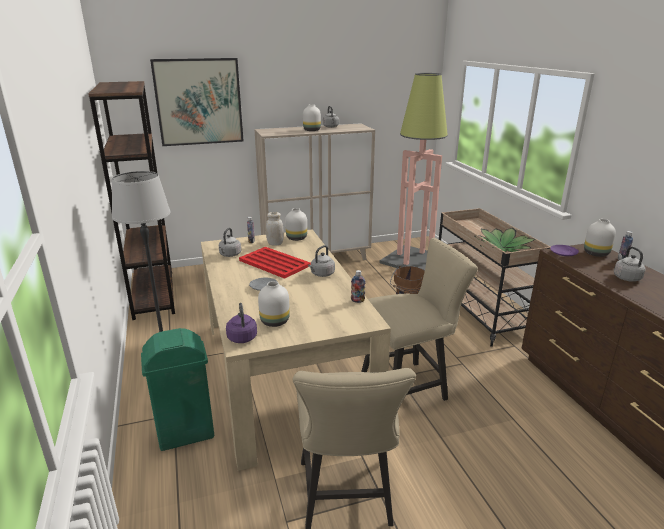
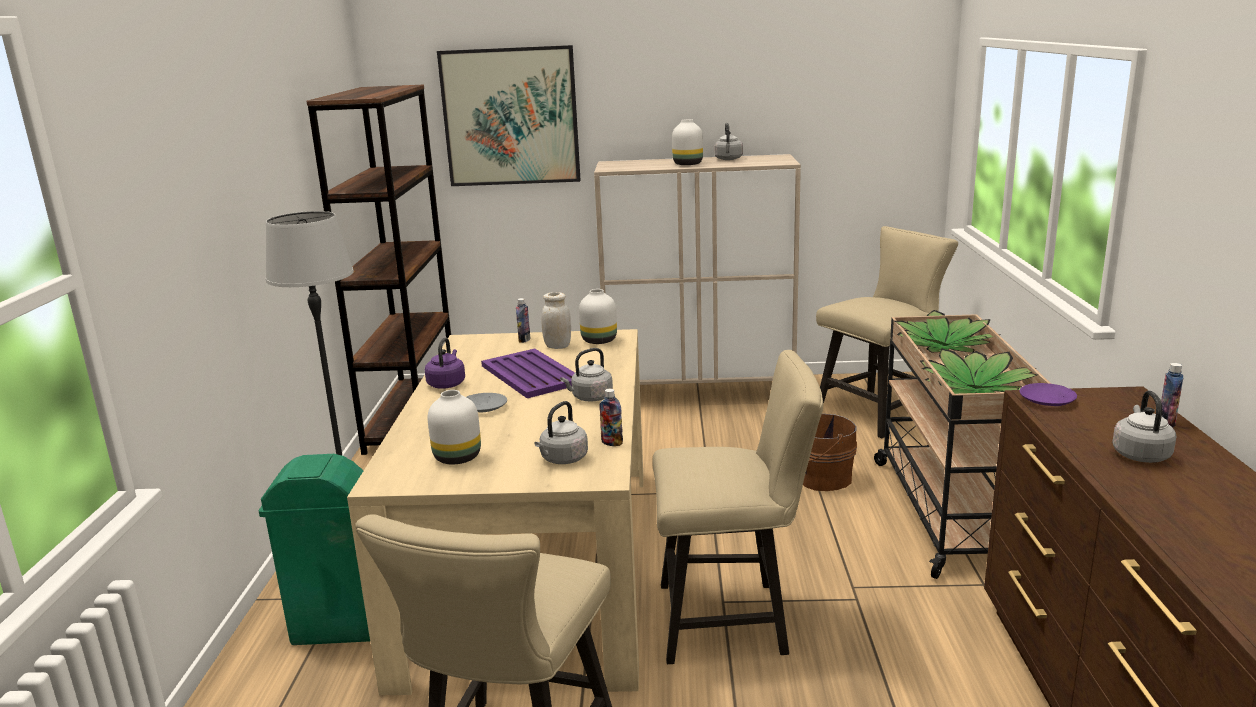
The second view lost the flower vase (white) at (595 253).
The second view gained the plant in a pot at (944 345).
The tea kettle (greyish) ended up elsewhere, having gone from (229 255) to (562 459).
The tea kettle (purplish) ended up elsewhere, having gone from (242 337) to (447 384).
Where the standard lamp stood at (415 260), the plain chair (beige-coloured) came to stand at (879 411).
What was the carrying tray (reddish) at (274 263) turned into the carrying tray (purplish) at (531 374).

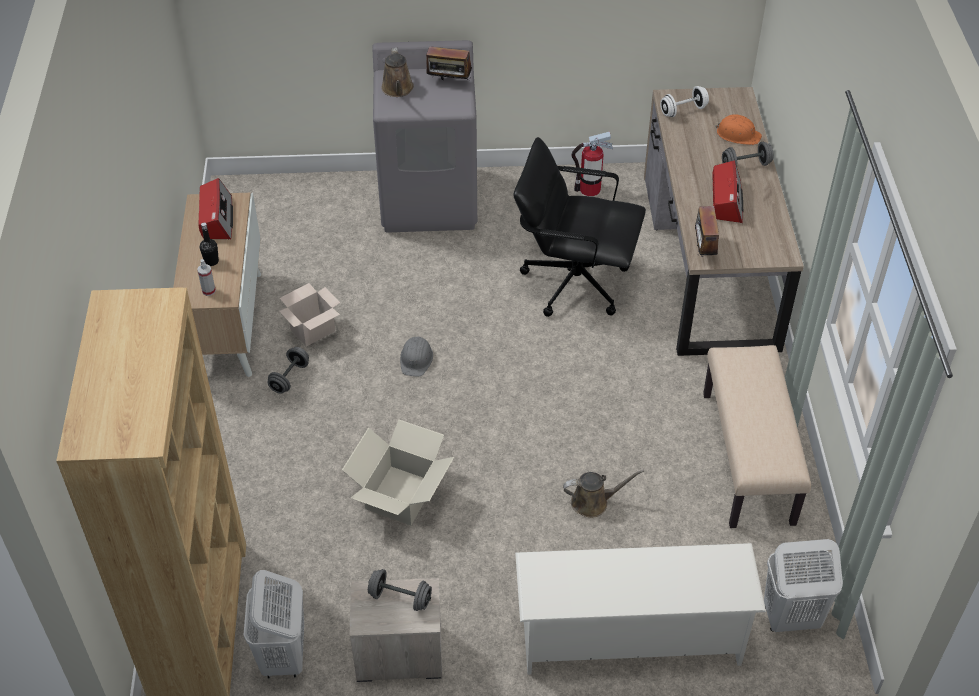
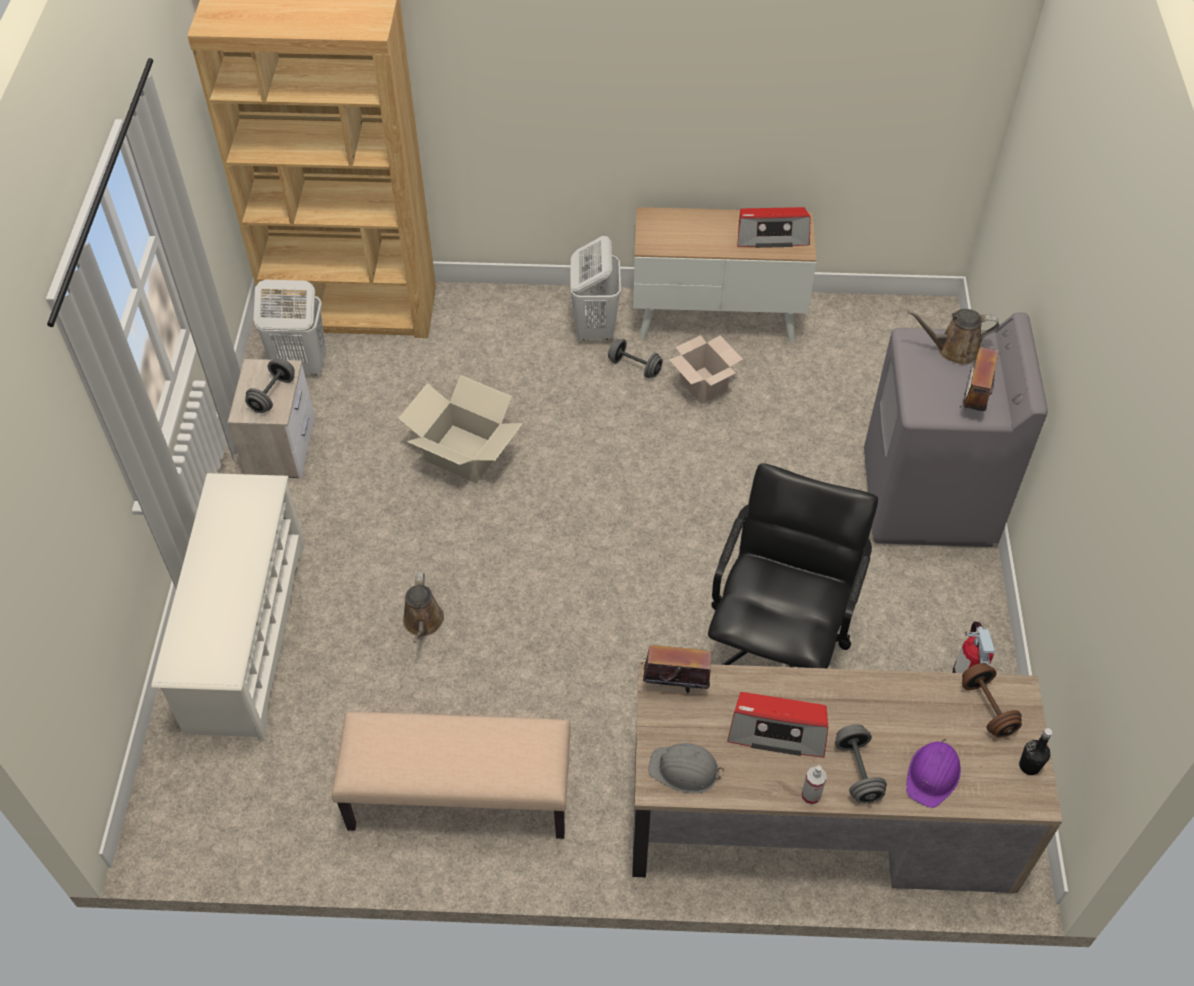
The hand sprayer ended up elsewhere, having gone from (208 291) to (811 795).
The drink bottle (black-coloured) ended up elsewhere, having gone from (211 261) to (1029 766).
The hard hat (greyish) ended up elsewhere, having gone from (416 359) to (685 770).
The washing basket (white) ended up elsewhere, having gone from (790 618) to (595 327).
What was the dumbbell (white) at (683 110) turned into the dumbbell (brown) at (987 708).
What was the hard hat (orange-coloured) at (738 134) turned into the hard hat (purplish) at (933 775).

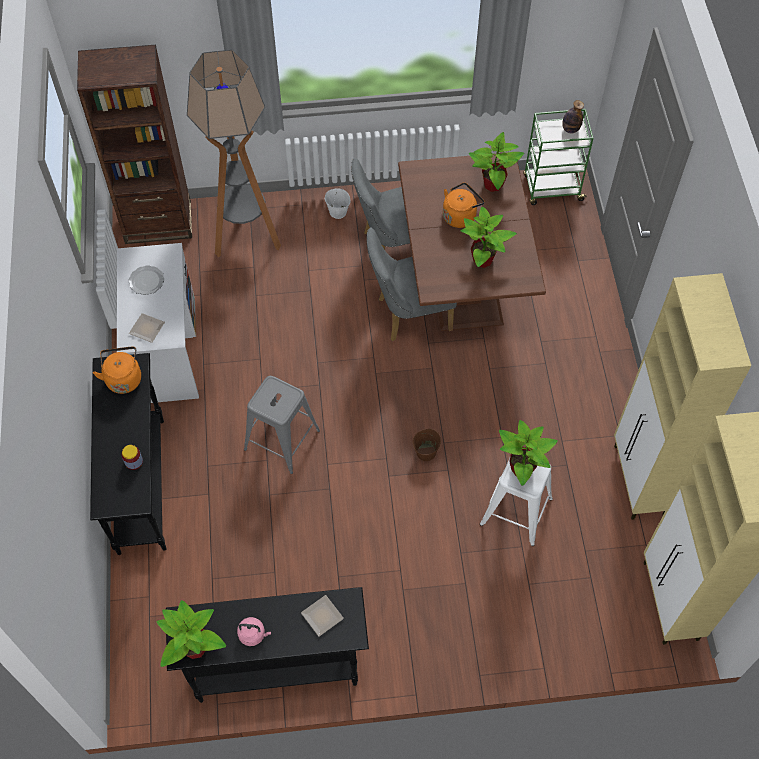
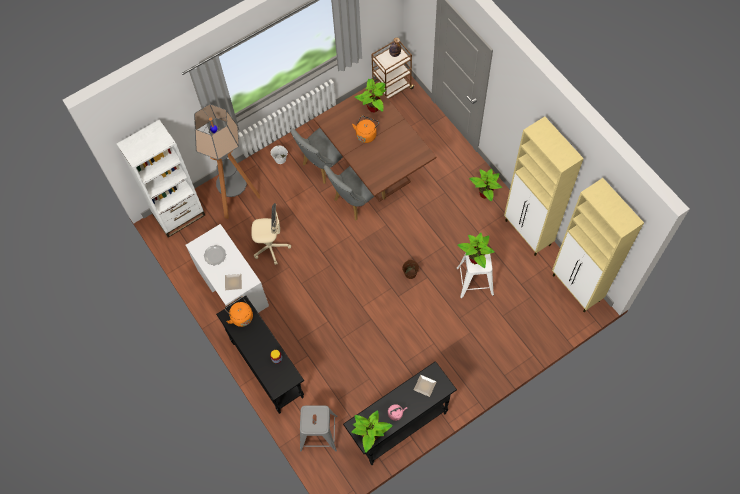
The second view gained the office chair (beige-coloured) at (271 247).
The stool (greyish) ended up elsewhere, having gone from (282 440) to (319 433).
The plant in a pot ended up elsewhere, having gone from (483 260) to (485 194).
What was the bookcase (brown) at (158 223) turned into the bookcase (white) at (179 215).
What was the trolley (green-coloured) at (552 188) turned into the trolley (brown) at (392 89).

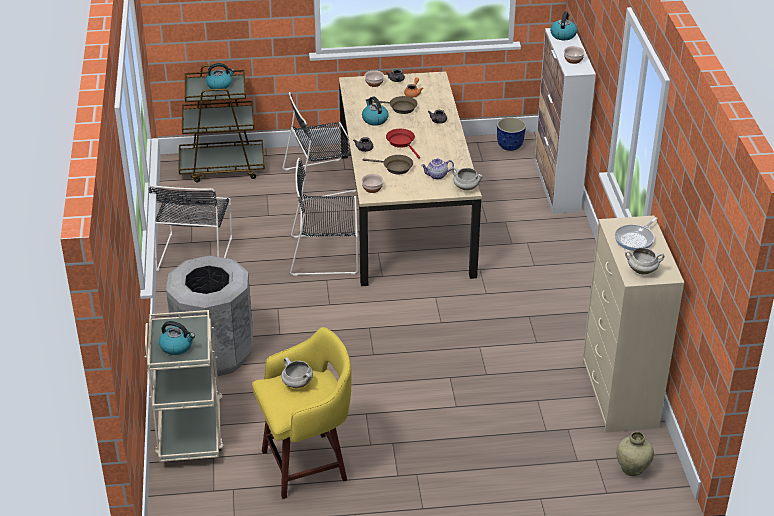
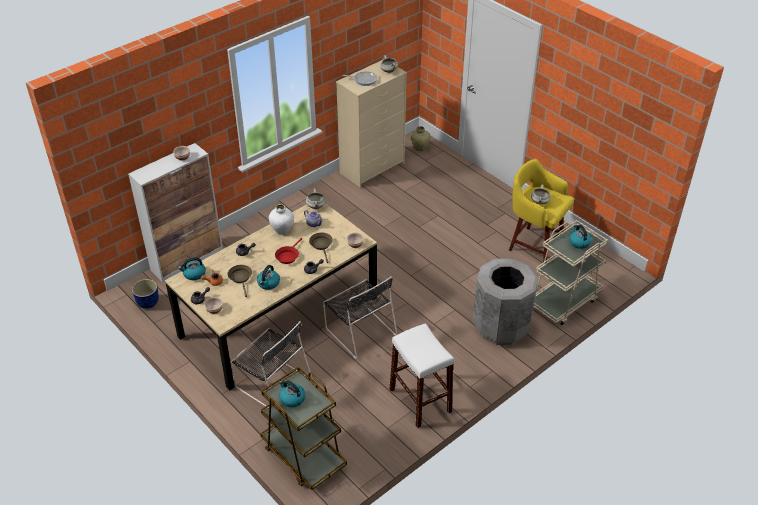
The second view gained the flower vase (white) at (282 230).
The tea kettle ended up elsewhere, having gone from (563 35) to (194 274).
Where the plain chair (black-coloured) stood at (195 252), the stool (white) came to stand at (420 400).

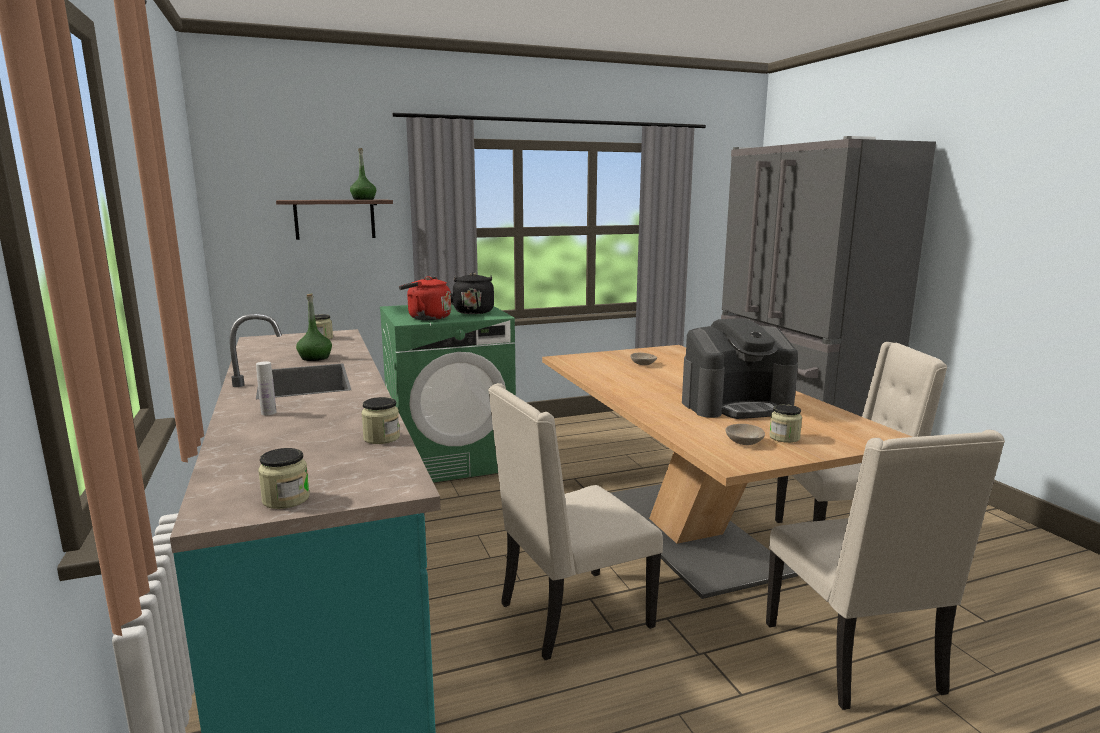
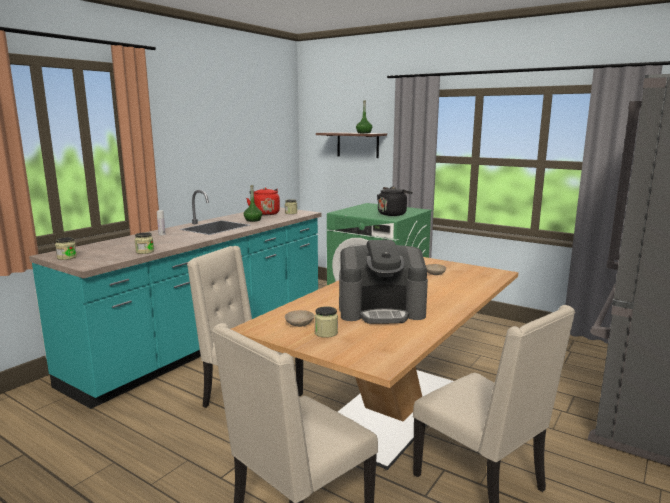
The tea kettle (reddish) ended up elsewhere, having gone from (426 318) to (265 213).
The coffee brewer at (736 404) ended up facing another way, 45 degrees counterclockwise from before.

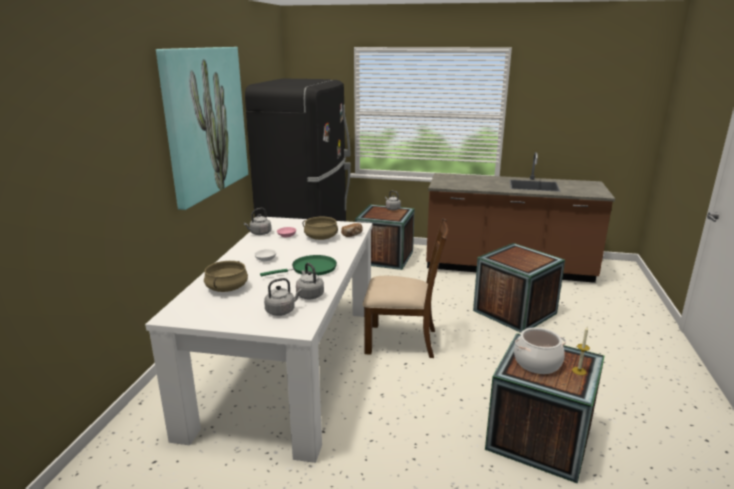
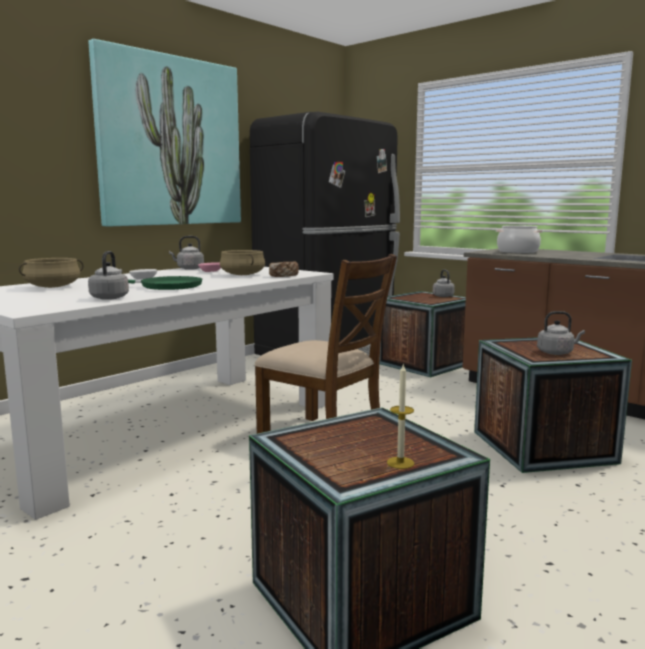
The tea kettle (greyish) ended up elsewhere, having gone from (282 311) to (557 353).
The saucepot ended up elsewhere, having gone from (537 362) to (518 252).

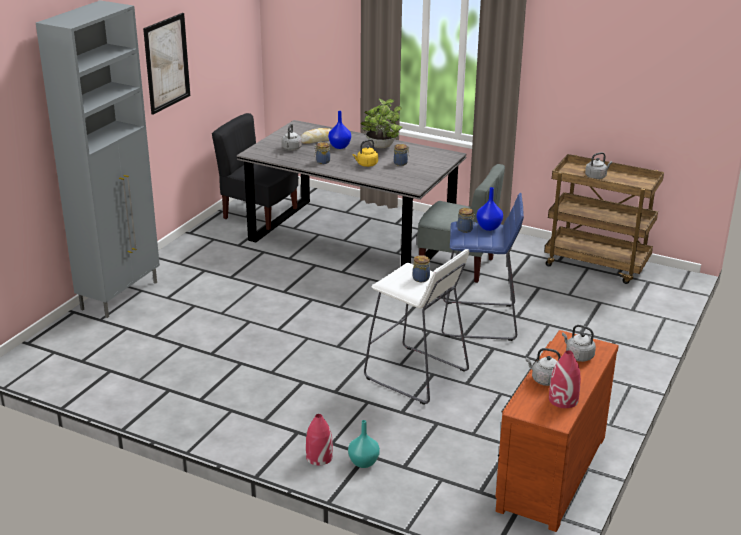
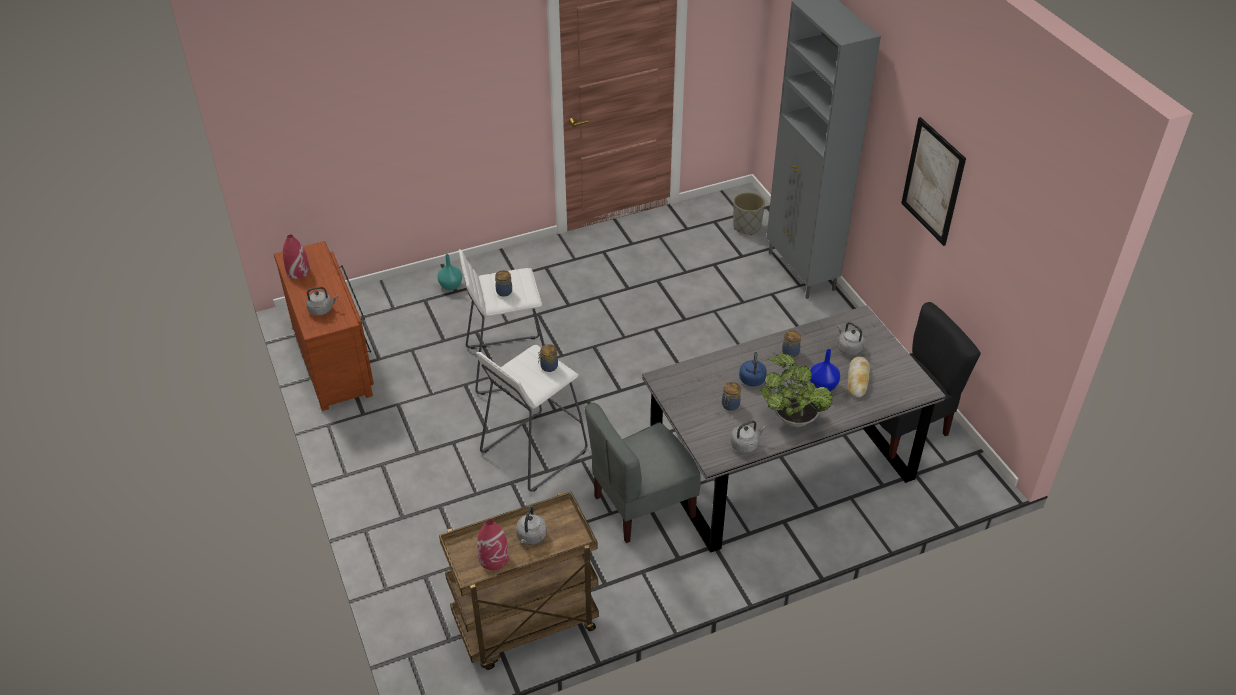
The second view lost the flower vase (blue) at (489 227).
The second view gained the plant pot (greyish) at (747 227).
The flower vase (reddish) ended up elsewhere, having gone from (319 457) to (494 558).
The tea kettle (greyish) ended up elsewhere, having gone from (544 380) to (745 445).
What was the tea kettle (yellow) at (366 164) turned into the tea kettle (blue) at (752 378).
What was the stool (blue) at (480 321) turned into the stool (white) at (533 452).

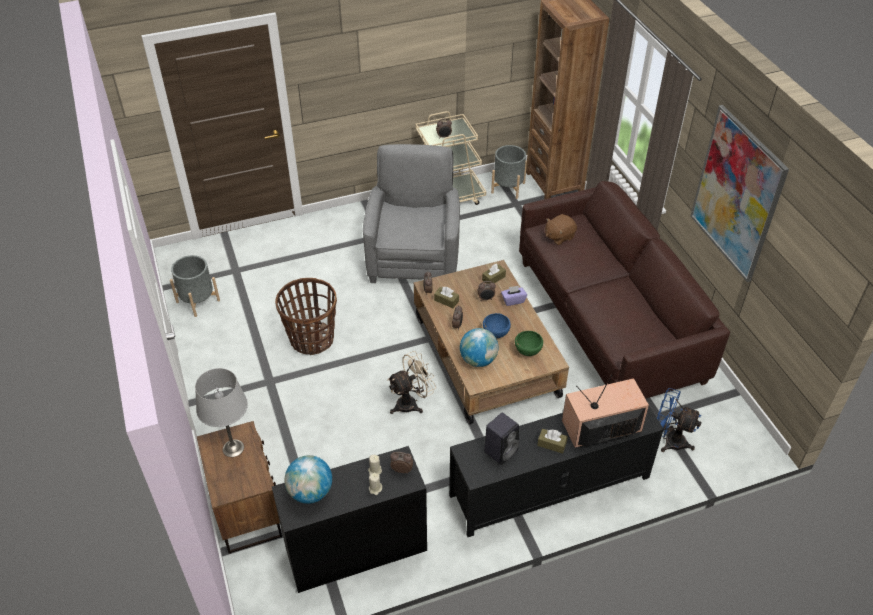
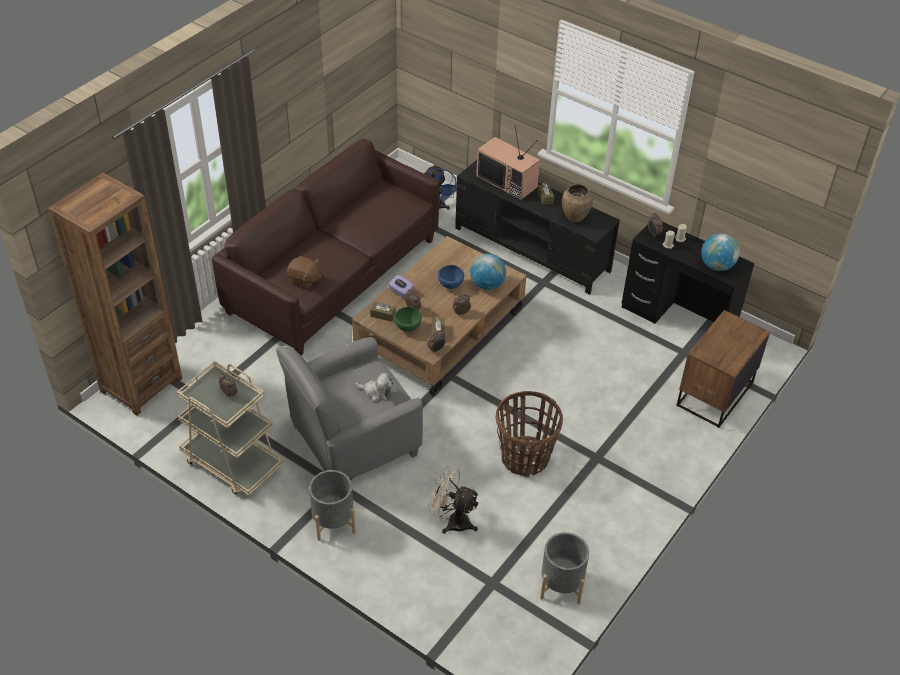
The second view lost the table lamp (greyish) at (233 448).
The second view lost the wall art at (736 194).
The second view gained the cuddly toy at (377 392).
The electric fan (beige-coloured) ended up elsewhere, having gone from (411 403) to (452 521).
The plant pot (greyish) ended up elsewhere, having gone from (508 188) to (333 521).
The deep dish (green-coloured) ended up elsewhere, having gone from (527 352) to (408 329).
Where the loudspeaker (black-coloured) stood at (501 450), the flower vase (brown) came to stand at (574 217).

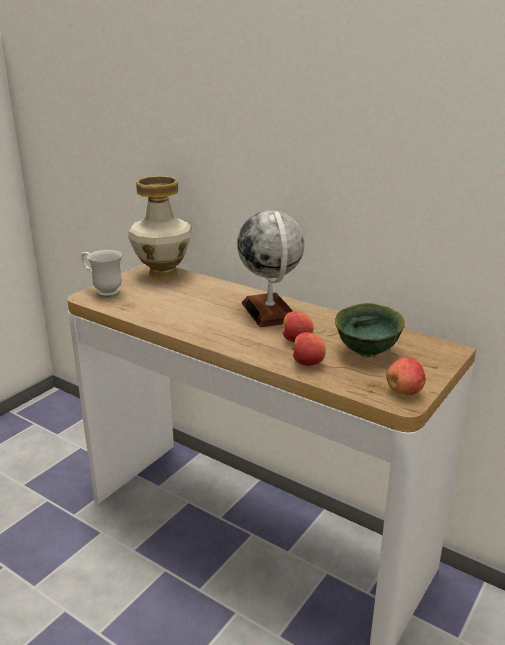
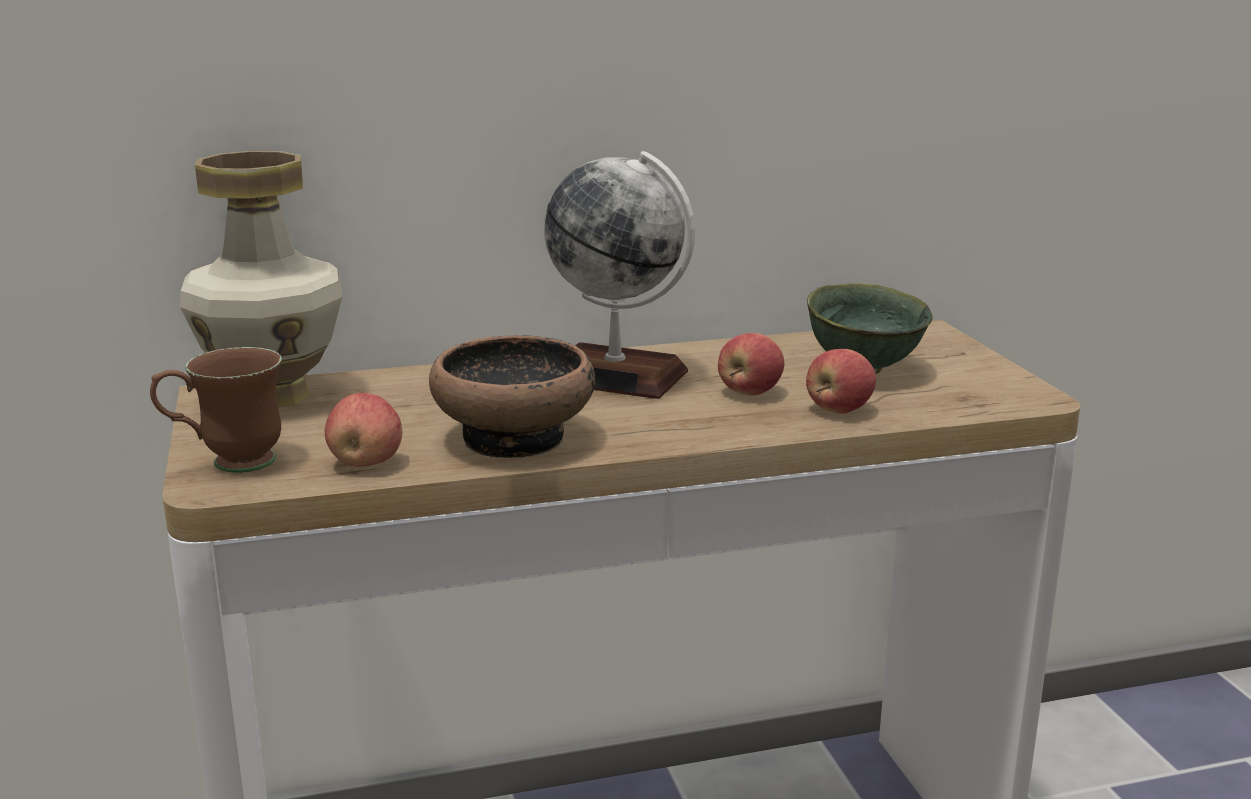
The second view gained the deep dish at (516 438).
The apple fruit ended up elsewhere, having gone from (404 391) to (366 463).
What was the mug (white) at (103 291) turned into the mug (brown) at (227 464).

